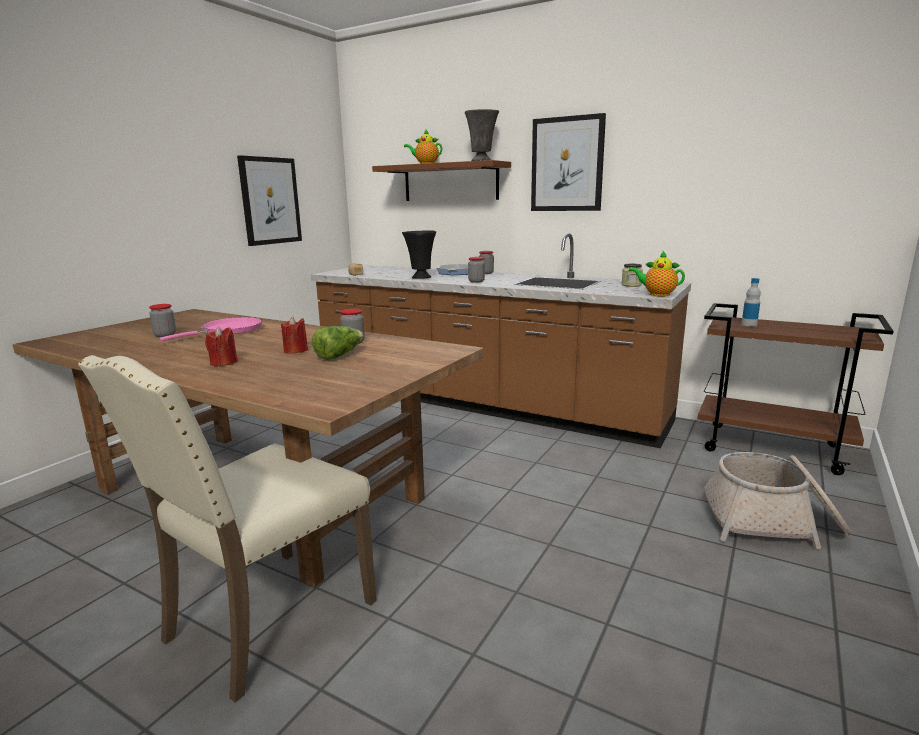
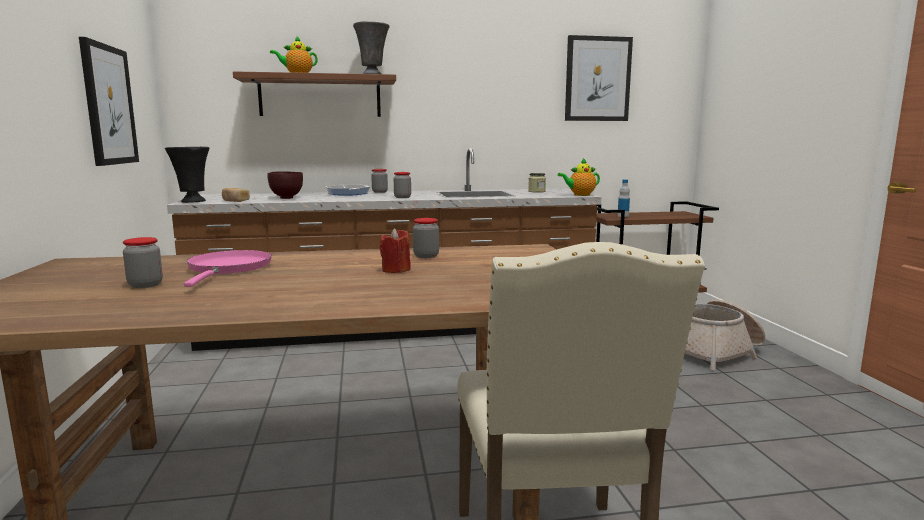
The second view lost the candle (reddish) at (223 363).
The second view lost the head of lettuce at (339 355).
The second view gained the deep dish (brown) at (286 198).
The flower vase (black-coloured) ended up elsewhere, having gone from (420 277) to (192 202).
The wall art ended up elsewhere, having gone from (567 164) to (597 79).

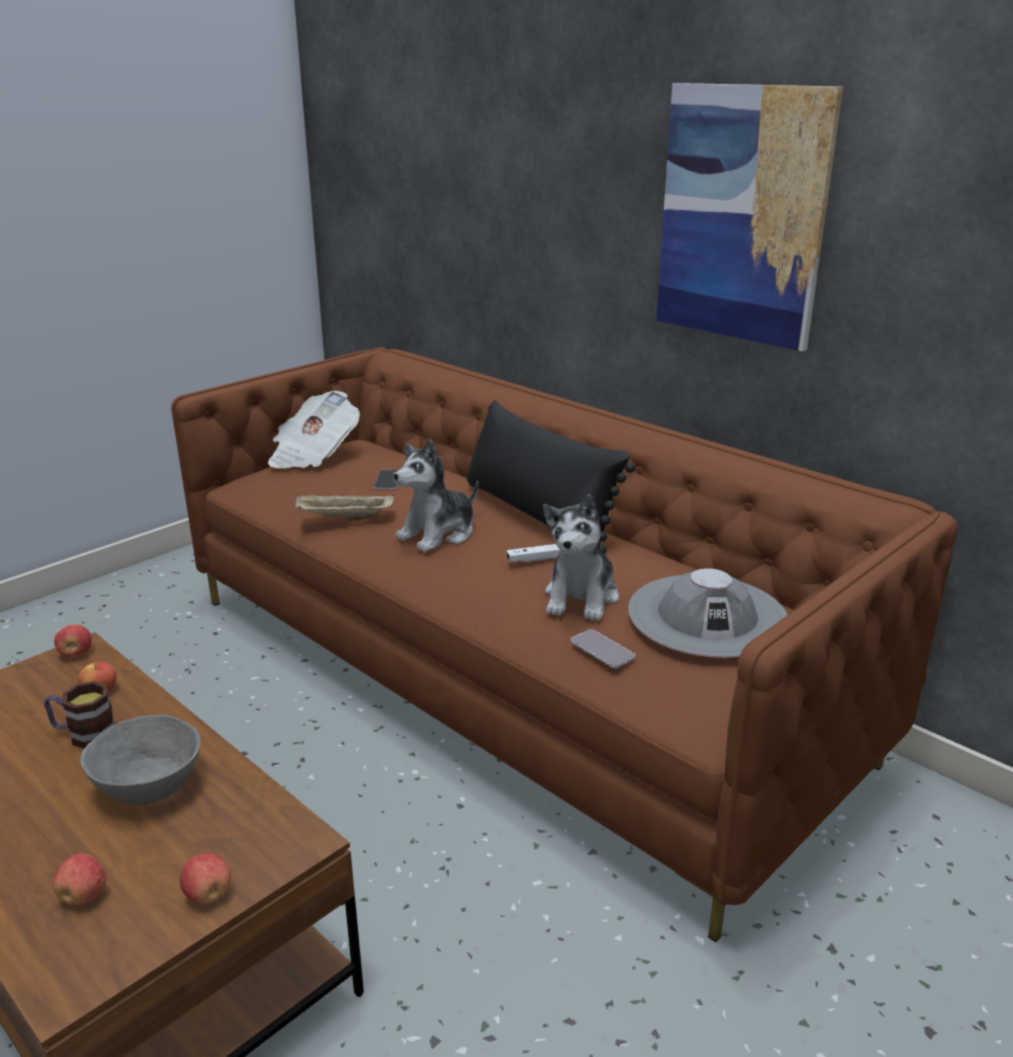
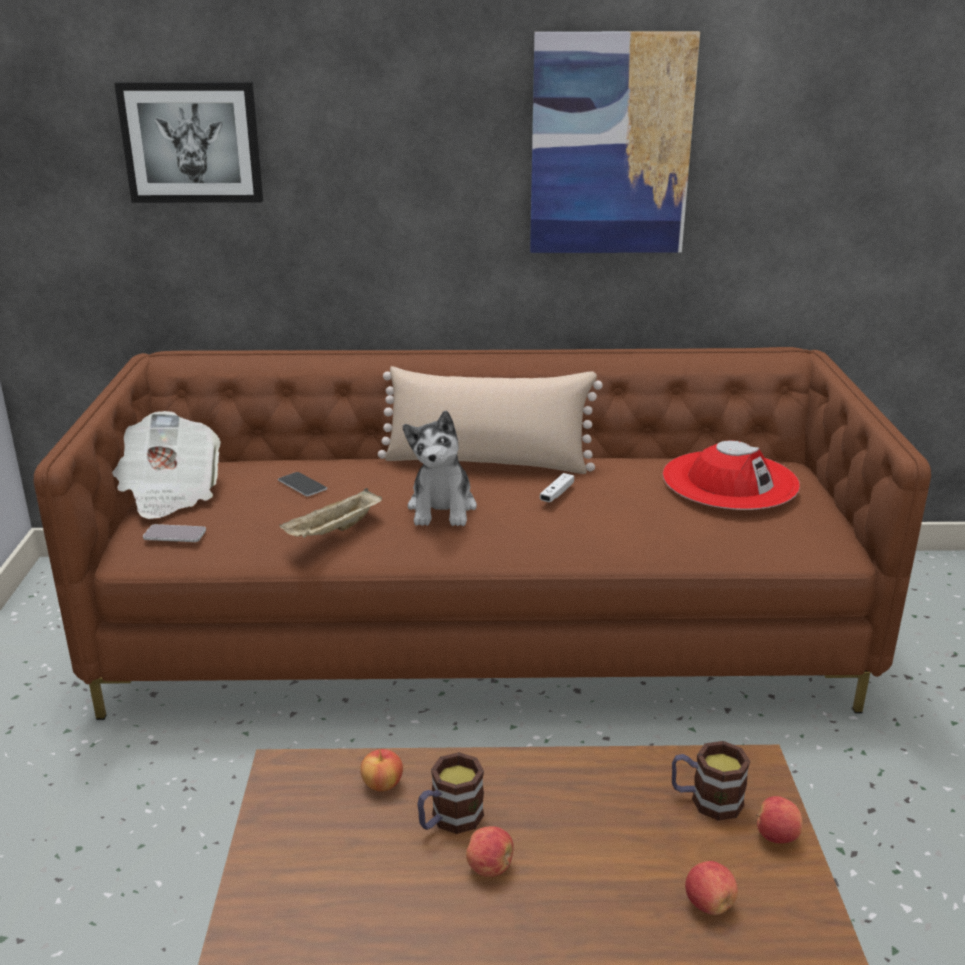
The second view lost the deep dish (greyish) at (150 786).
The second view lost the cuddly toy at (581 597).
The second view gained the wall art at (192 142).
The second view gained the mug at (706 800).
The apple fruit ended up elsewhere, having gone from (76 654) to (490 867).
The telephone ended up elsewhere, having gone from (602 650) to (174 534).
What was the throw pillow (black-coloured) at (538 515) turned into the throw pillow (beige-coloured) at (487 462).
What was the clothing hat (greyish) at (707 615) turned into the clothing hat (reddish) at (730 480).

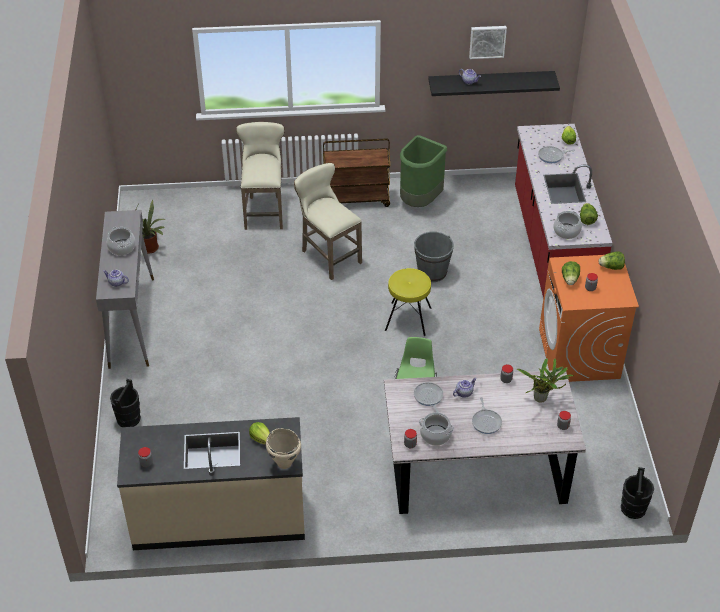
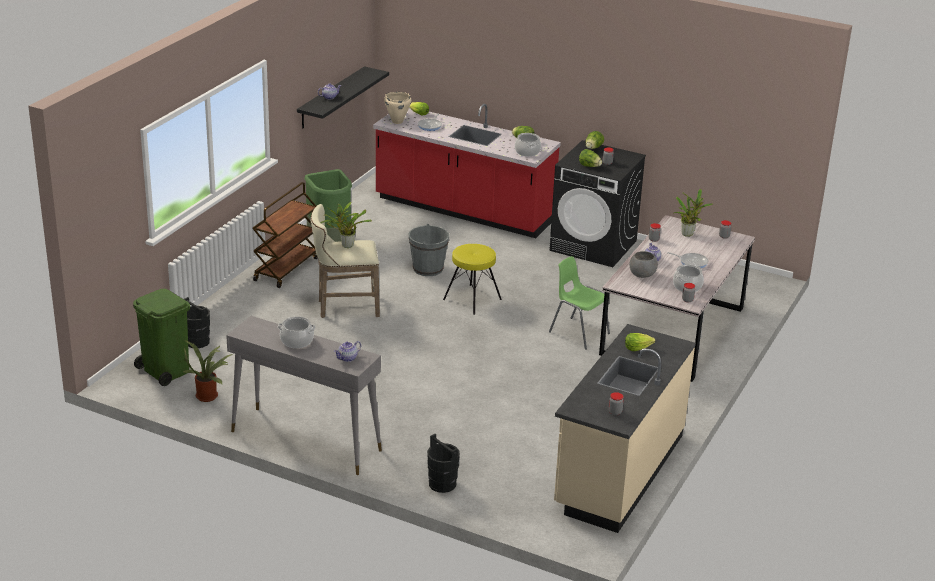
The second view lost the stool (beige-coloured) at (264 210).
The second view lost the wall art at (487 41).
The second view gained the trash can (green-coloured) at (165 370).
The second view gained the plant in a pot at (345 245).
The saucepot (beige-coloured) ended up elsewhere, having gone from (284 463) to (397 121).
The pail (black-coloured) ended up elsewhere, having gone from (633 508) to (197 341).
Where the skillet stood at (428 397), the deep dish (greyish) came to stand at (642 275).
What was the laundry machine (orange-coloured) at (579 354) turned into the laundry machine (black-coloured) at (594 245).

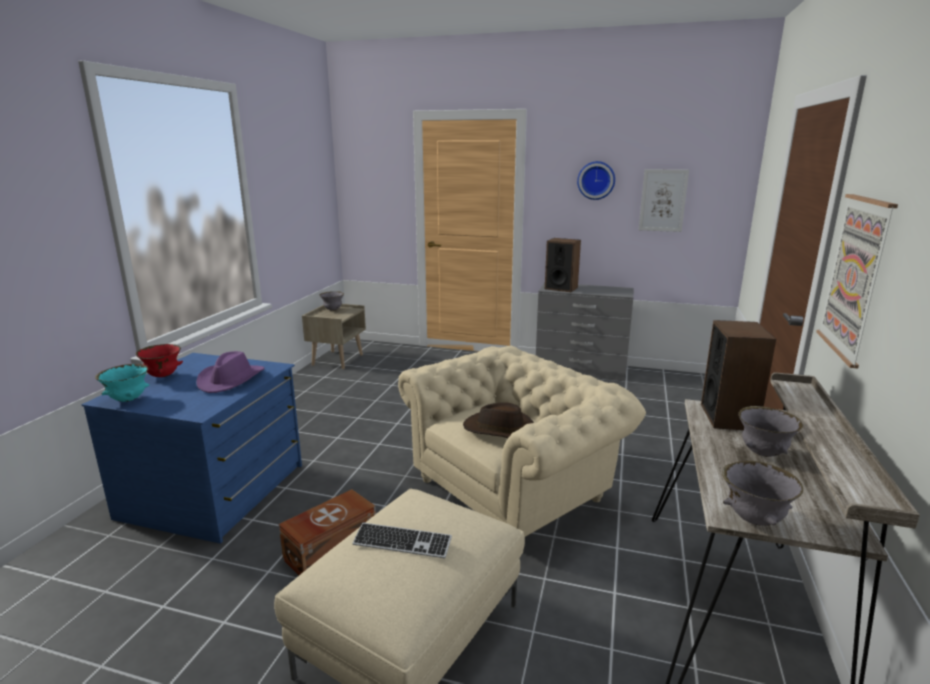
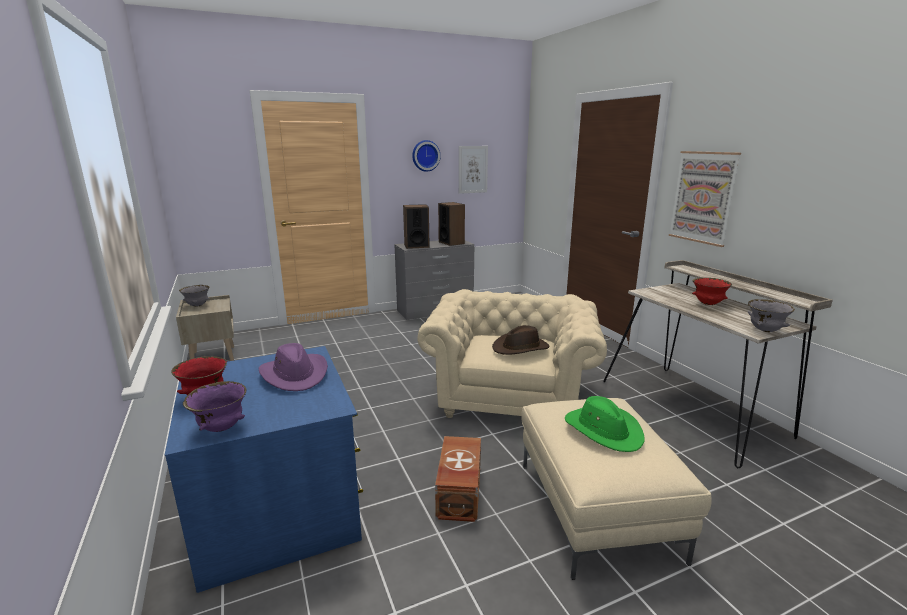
The loudspeaker ended up elsewhere, having gone from (728 417) to (451 242).
Where the computer keyboard stood at (402 542), the clothing hat (green-coloured) came to stand at (603 430).
What was the deep dish (turquoise-coloured) at (128 400) turned into the deep dish (purplish) at (221 428).
What was the deep dish (greyish) at (763 453) turned into the deep dish (reddish) at (708 304).

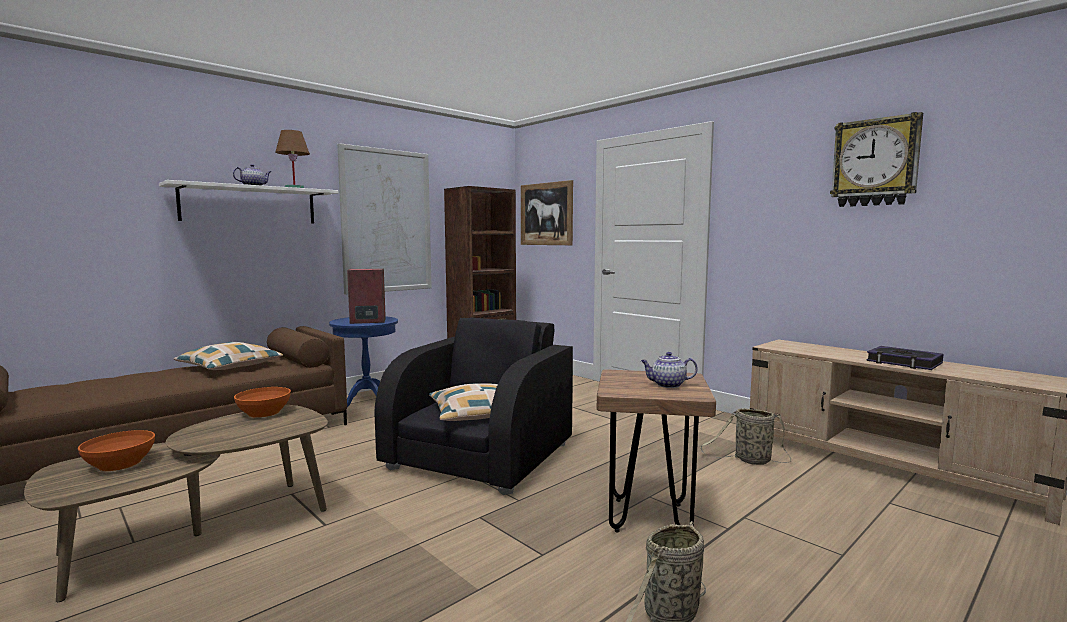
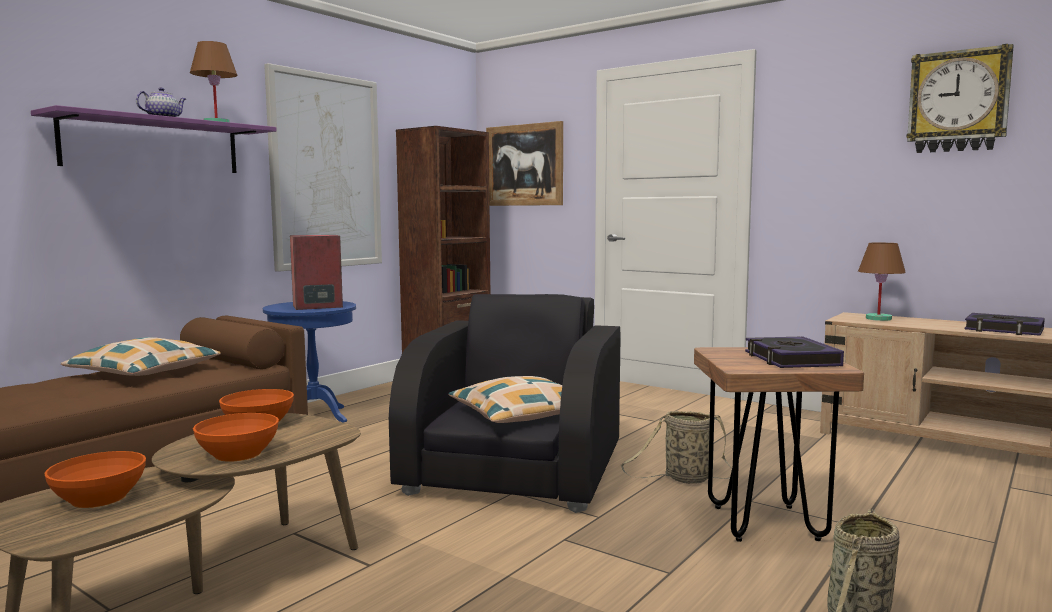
The second view gained the deep dish (orange-coloured) at (238 454).
The second view gained the table lamp (brown) at (879 318).
The storage basket ended up elsewhere, having gone from (750 460) to (684 479).
Where the tea pot stood at (667 385), the volume came to stand at (791 359).
What was the wall shelf (white) at (250 205) turned into the wall shelf (purplish) at (153 145).

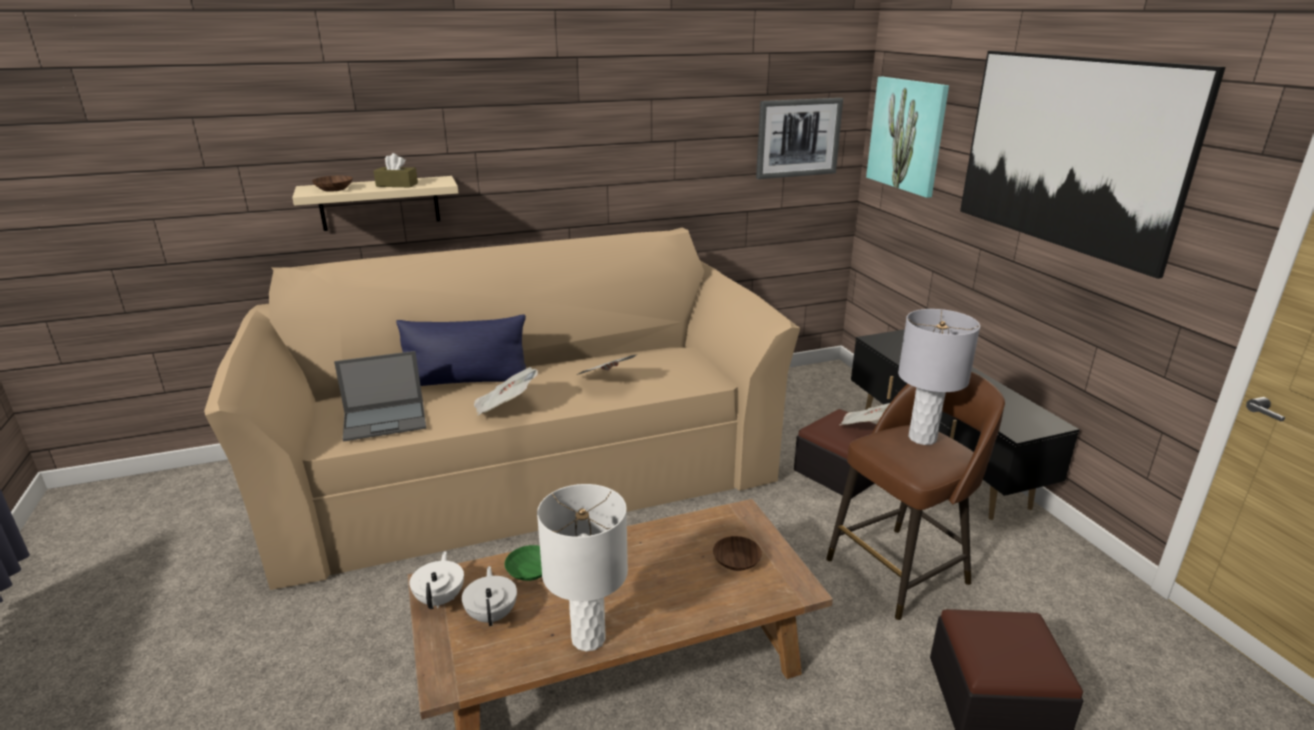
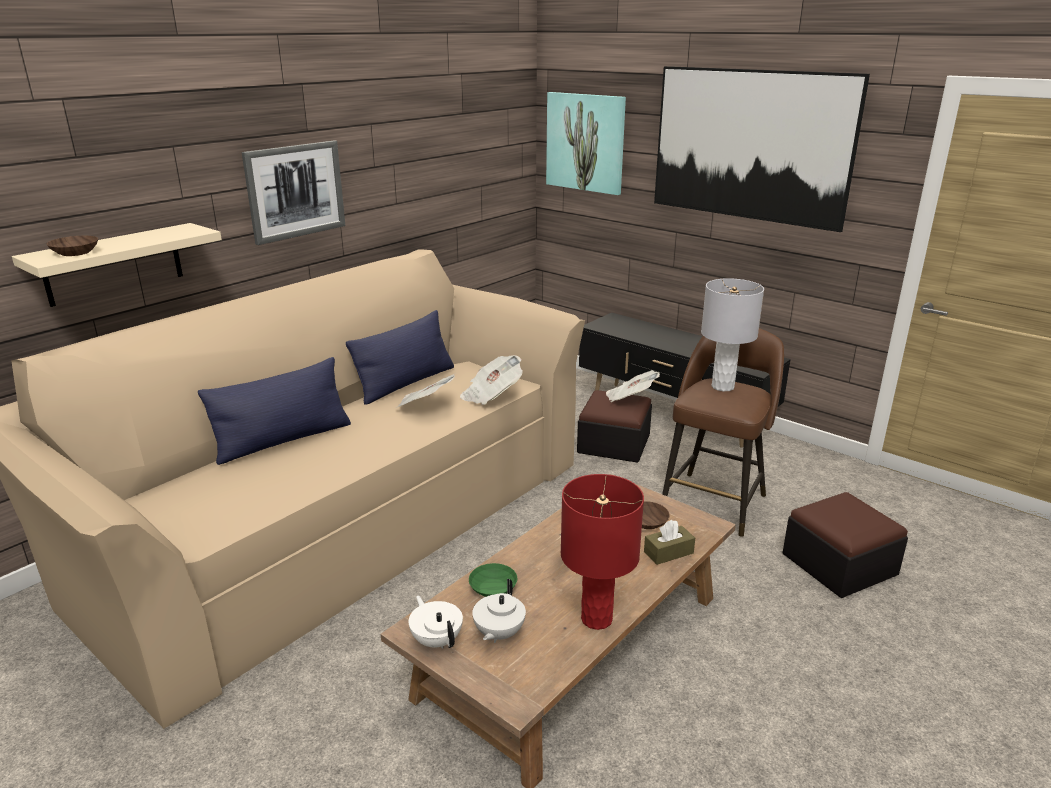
The second view lost the portable computer at (386 420).
The second view gained the throw pillow (blue) at (406 383).
The box of tissues (brown) ended up elsewhere, having gone from (397 185) to (668 552).
The daily paper ended up elsewhere, having gone from (505 407) to (491 395).
The wall art ended up elsewhere, having gone from (798 138) to (295 191).
What was the table lamp (white) at (589 639) turned into the table lamp (reddish) at (597 619).
The tea pot (white) at (492 615) ended up facing another way, 120 degrees counterclockwise from before.

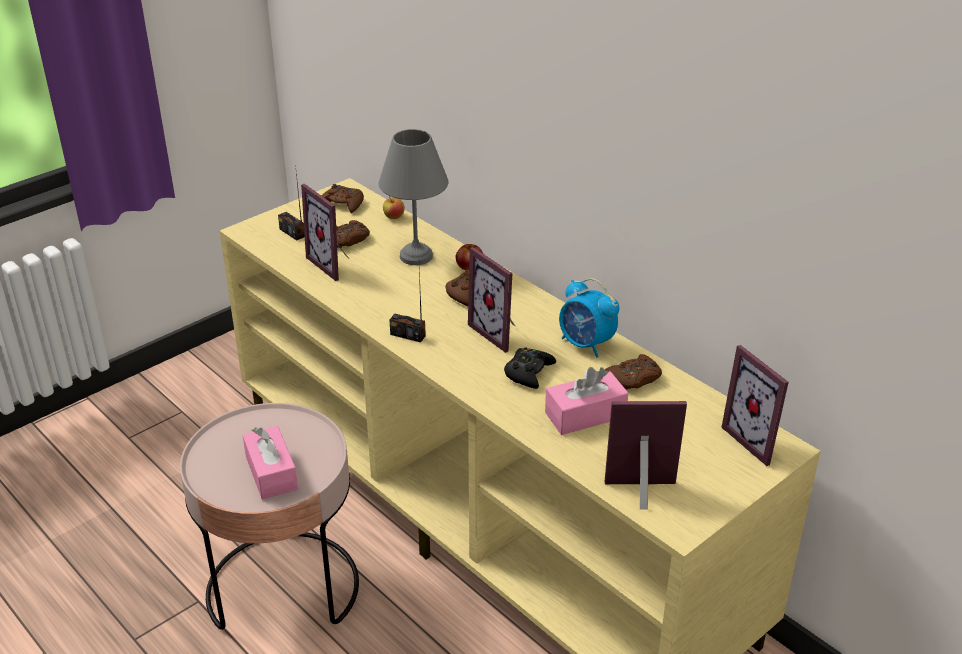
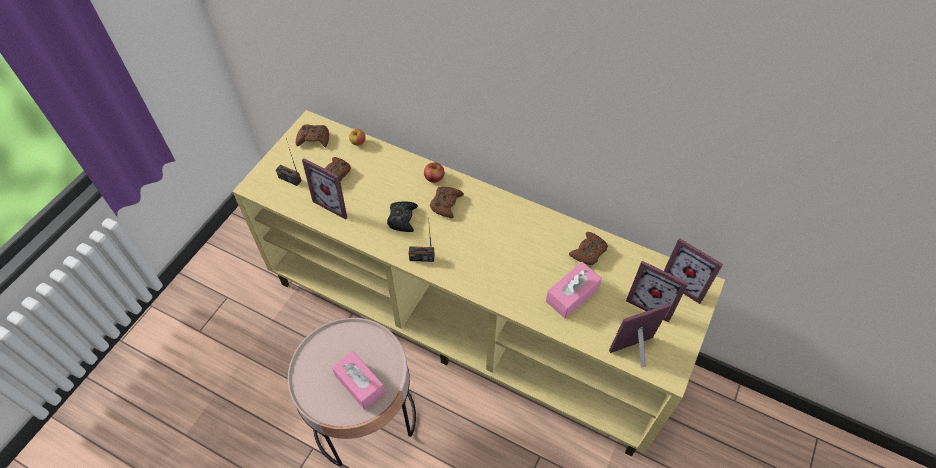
The second view lost the table lamp (greyish) at (415 257).
The second view lost the table clock at (586 344).
The photo frame ended up elsewhere, having gone from (499 332) to (652 301).
The joypad (black-coloured) ended up elsewhere, having gone from (528 373) to (402 219).

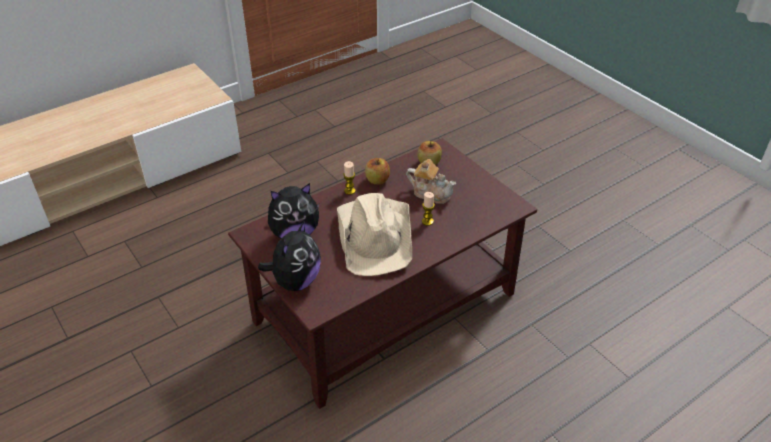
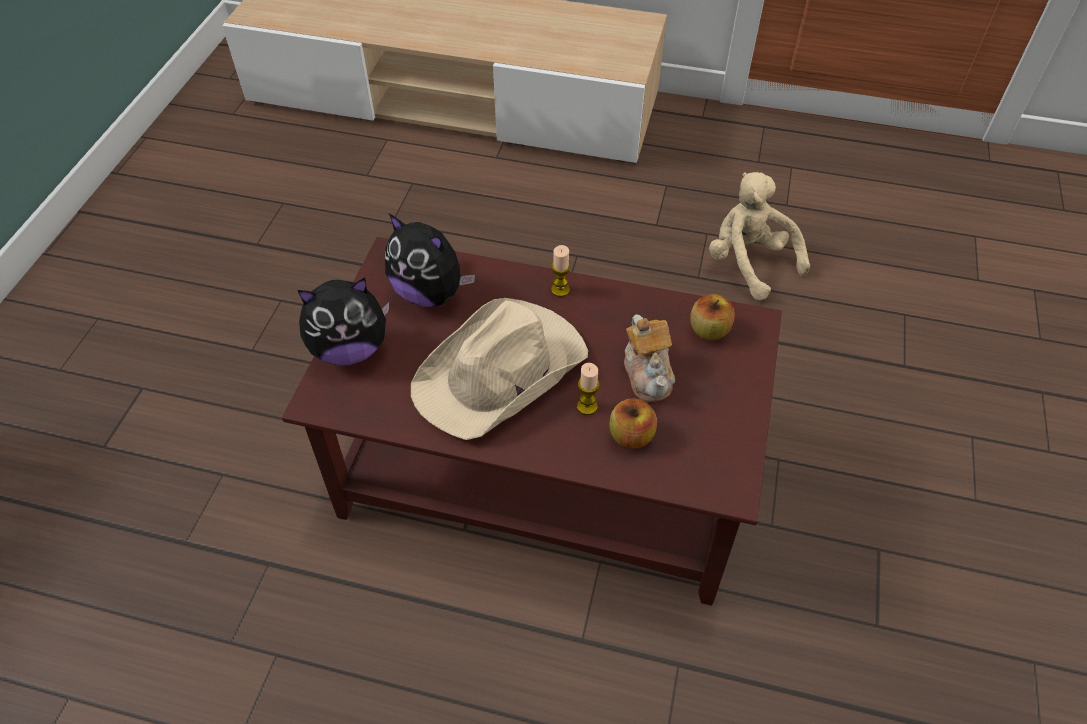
The second view gained the cuddly toy (beige-coloured) at (749 263).
The apple fruit ended up elsewhere, having gone from (377 180) to (631 436).

